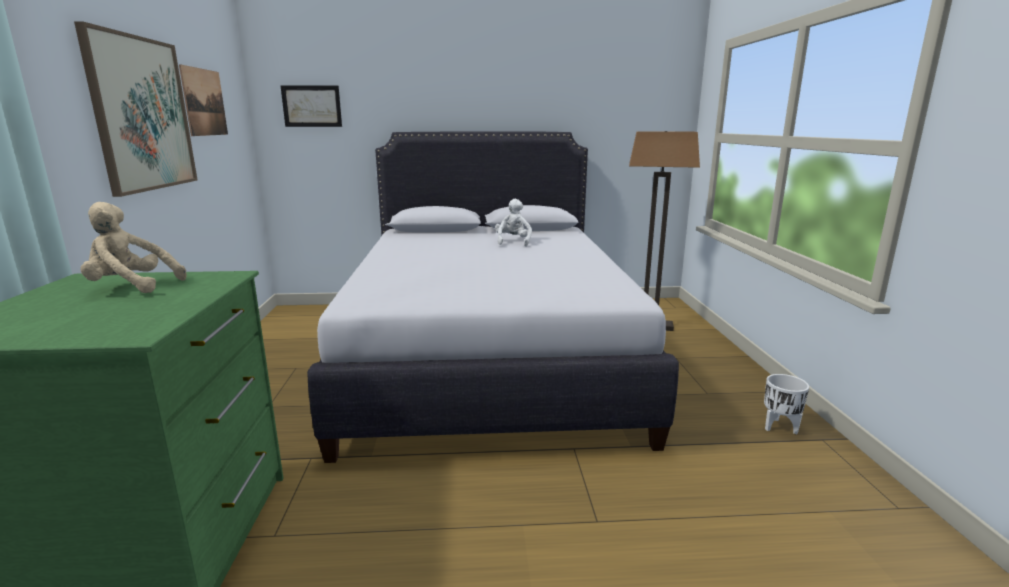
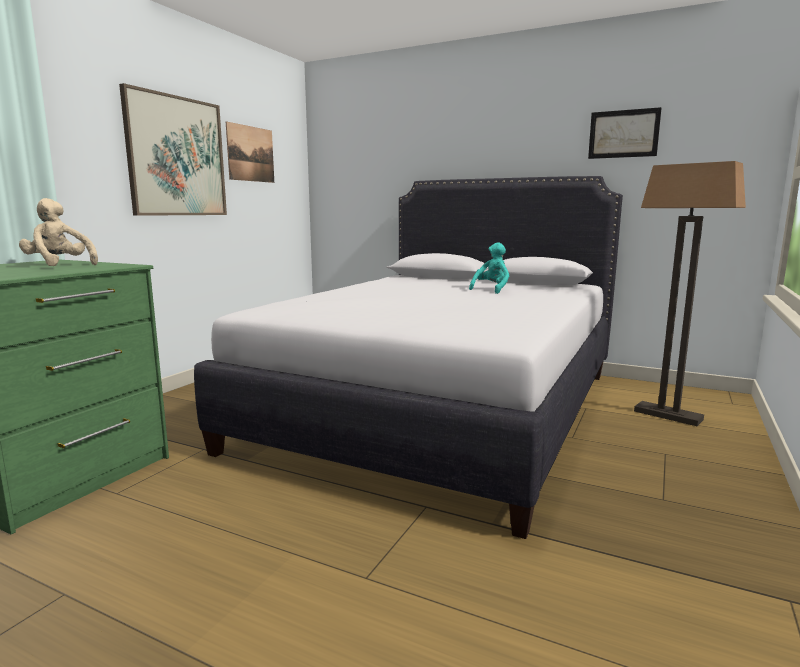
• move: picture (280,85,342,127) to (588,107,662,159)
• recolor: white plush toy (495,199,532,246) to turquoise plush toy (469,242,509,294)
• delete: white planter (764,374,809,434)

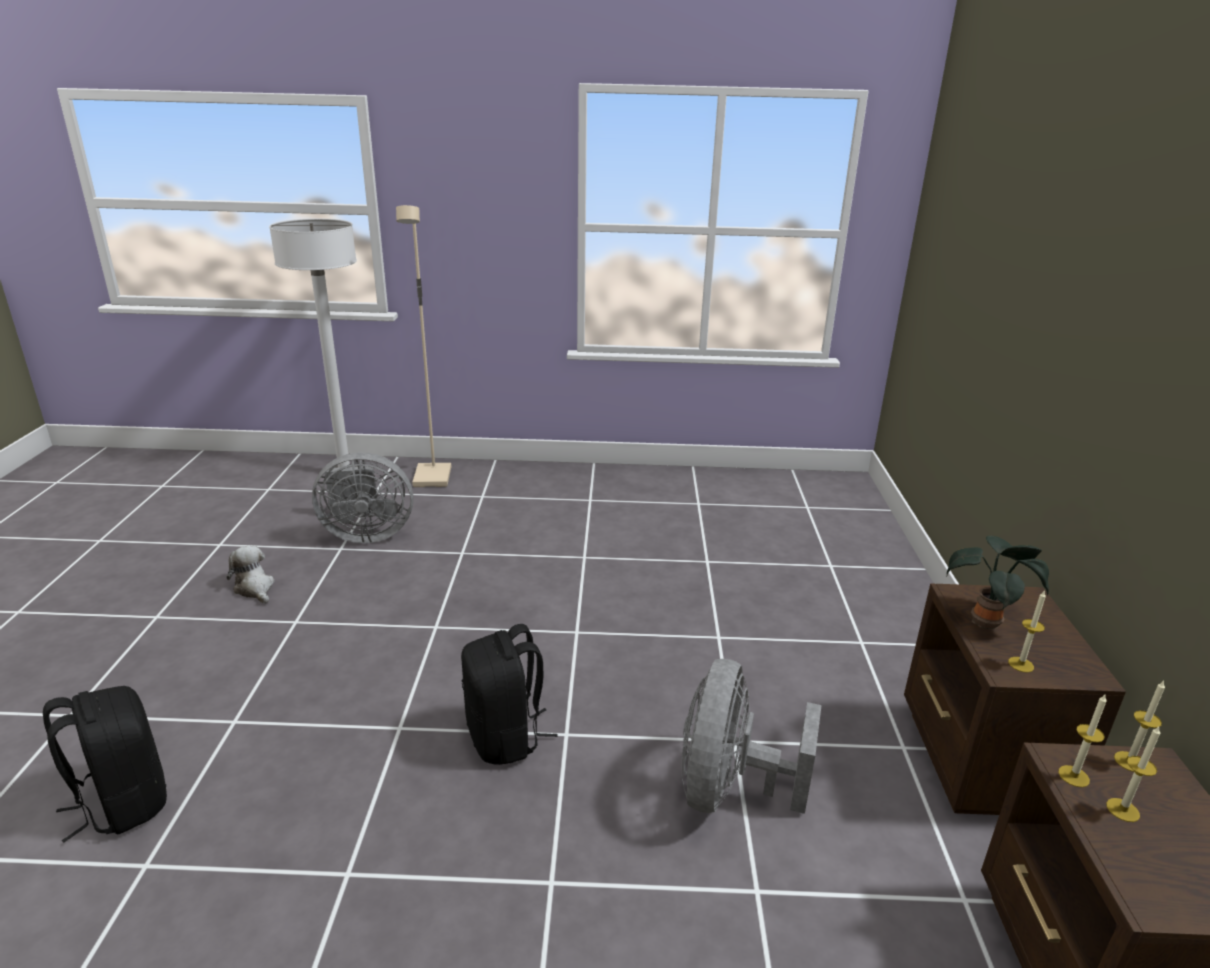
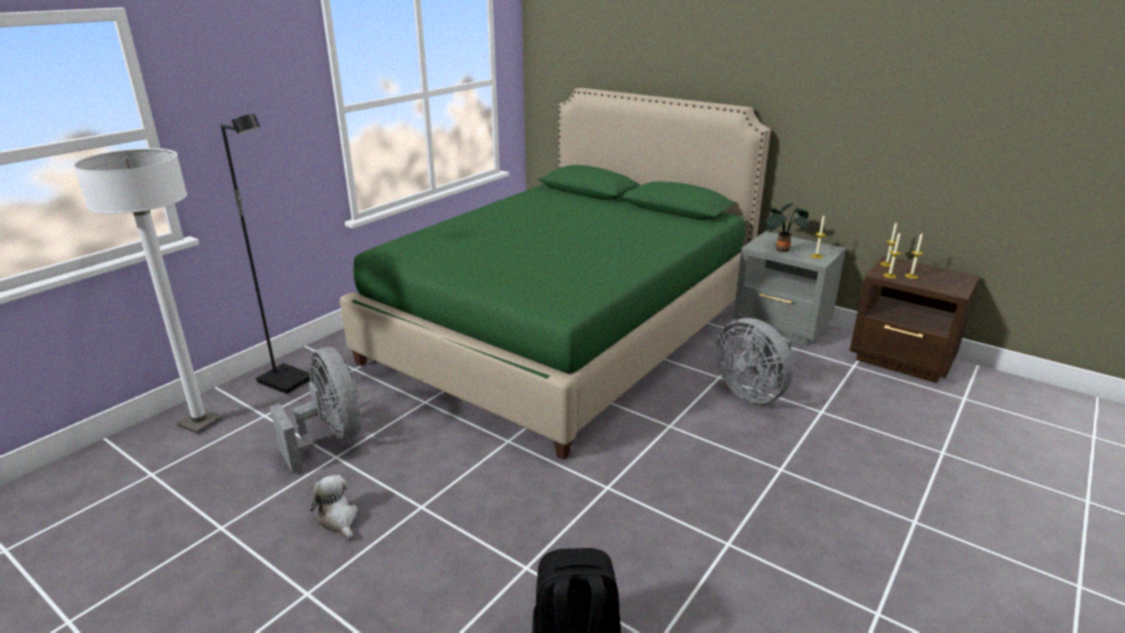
• rotate: plush toy (226,546,274,603) = (310,475,358,540) 60 degrees clockwise
• rotate: grey fan (312,452,413,543) = (270,347,362,474) 60 degrees counterclockwise
• recolor: beige floor lamp (396,205,452,487) to black floor lamp (221,114,313,394)
• delete: black backpack (461,624,558,765)
• recolor: brown nightstand (904,584,1126,815) to grey nightstand (733,231,846,346)
• insert: green bed (340,88,771,460)

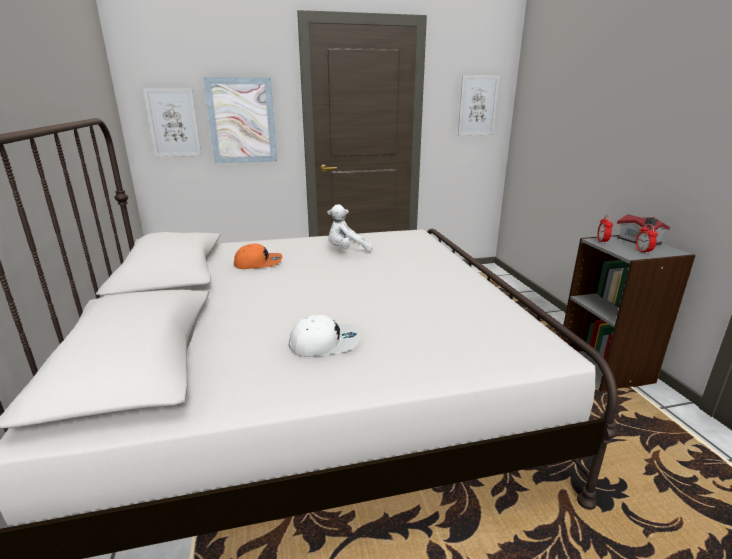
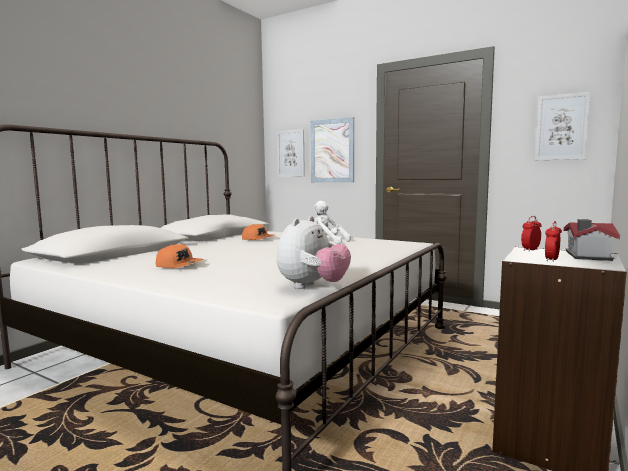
• recolor: white cap (289,315,360,357) to orange cap (156,244,203,268)
• insert: plush toy (277,216,351,289)

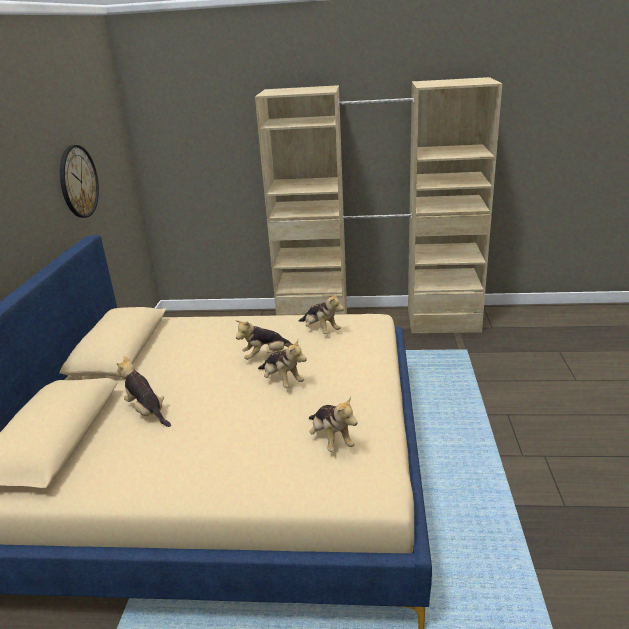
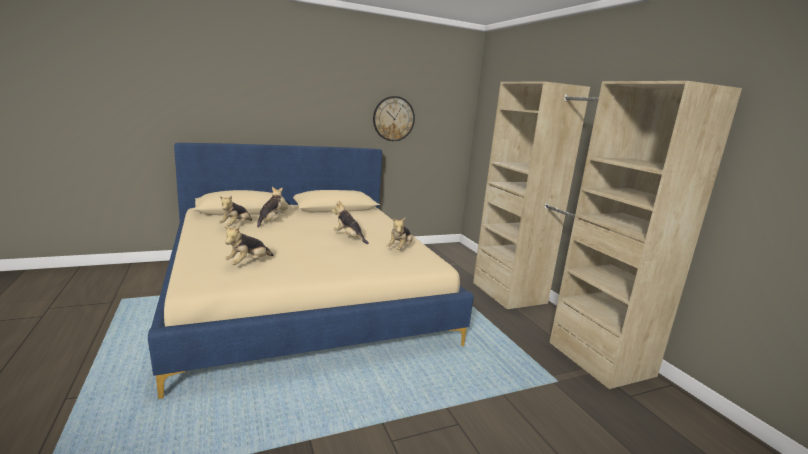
• move: plush toy (258,340,307,388) to (219,195,252,226)

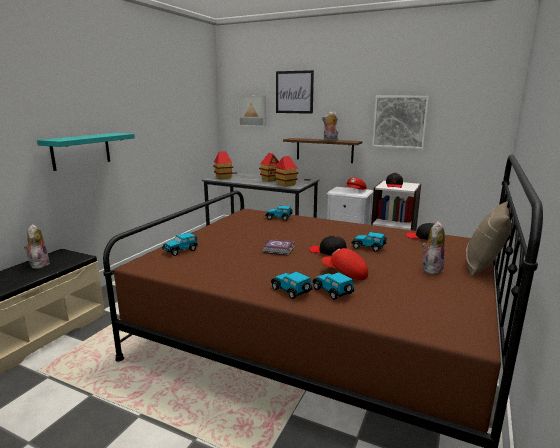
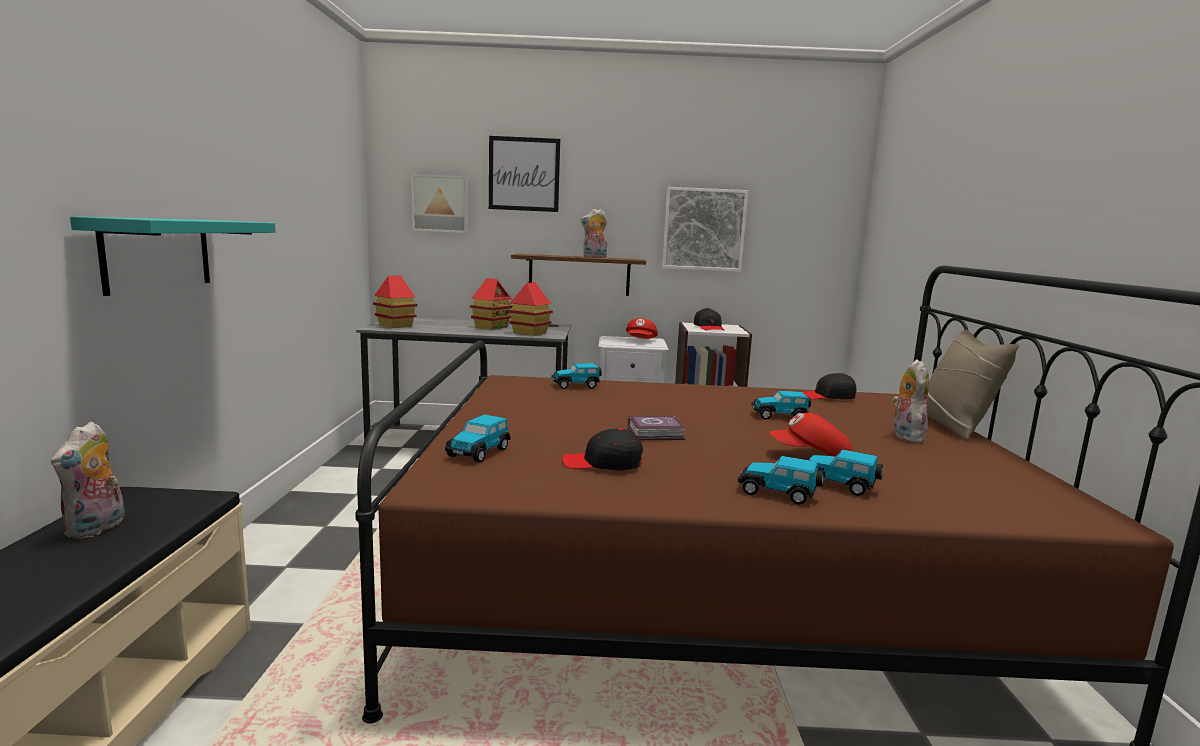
• rotate: plush toy (24,224,49,269) = (51,421,125,539) 135 degrees counterclockwise
• move: black cap (309,236,347,256) to (562,429,643,471)

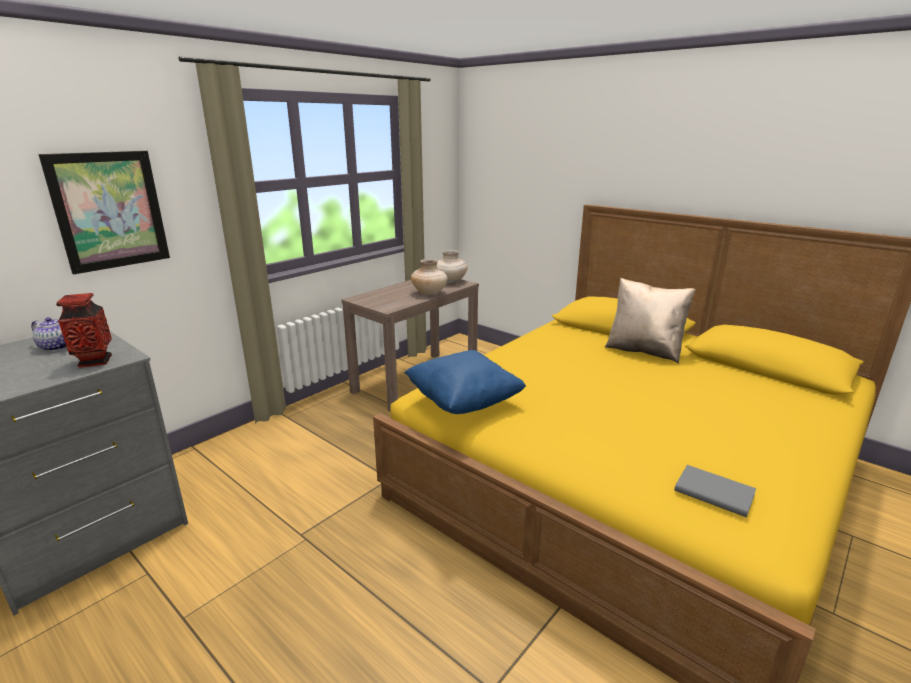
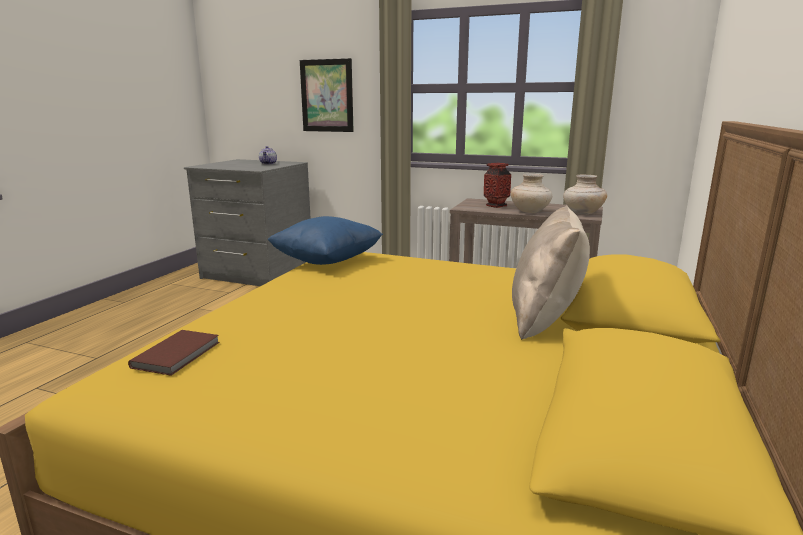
• move: vase (56,293,112,368) to (484,163,511,208)
• recolor: grey book (674,465,756,518) to brown book (128,330,220,376)

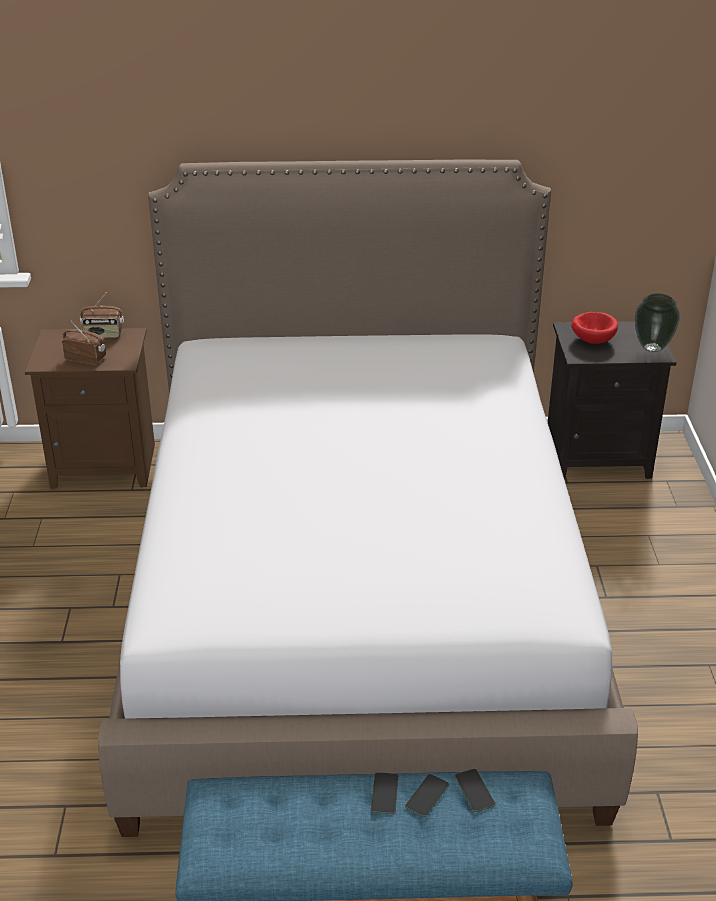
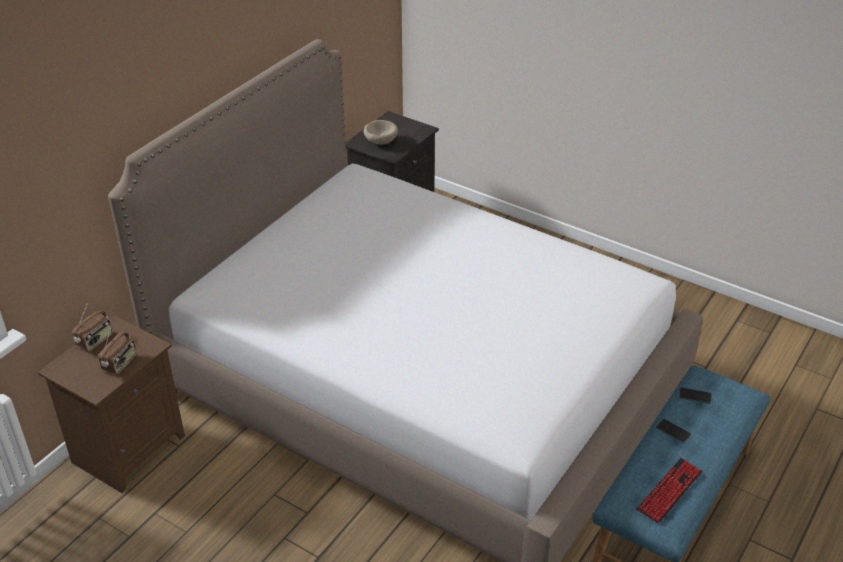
• rotate: radio (62,321,106,365) = (98,327,137,375) 150 degrees clockwise
• delete: phone (405,774,449,817)
• recolor: red bowl (572,312,618,344) to beige bowl (364,120,398,145)
• delete: vase (635,293,680,352)
• insert: keyboard (636,458,702,524)

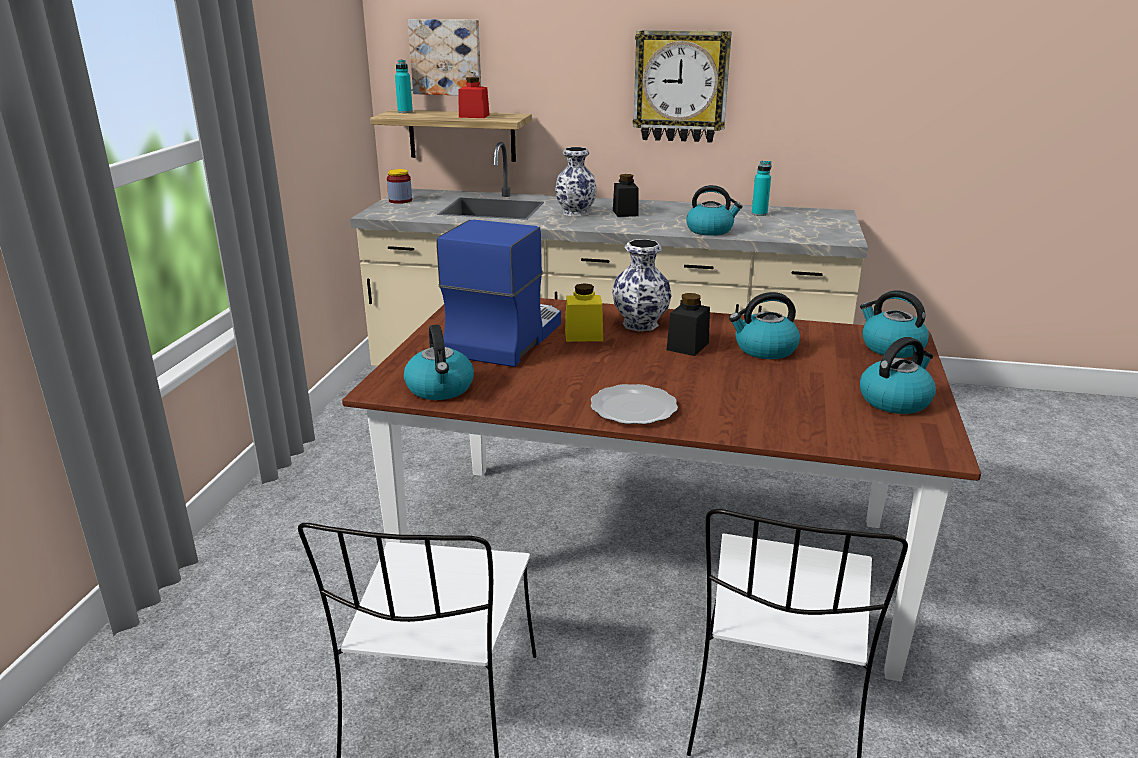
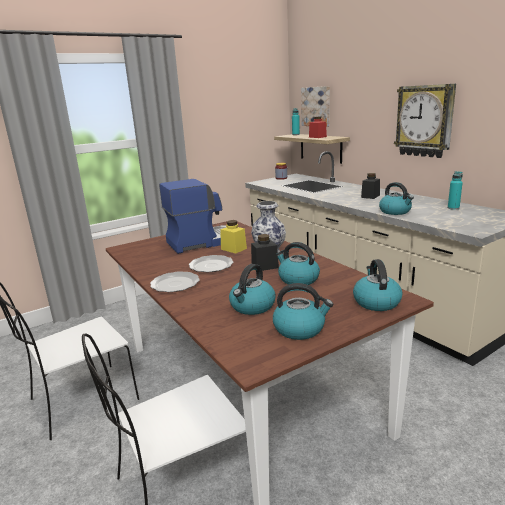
• move: kettle (404,325,474,400) to (229,264,276,315)
• delete: vase (555,147,597,216)
• insert: plate (189,255,234,272)

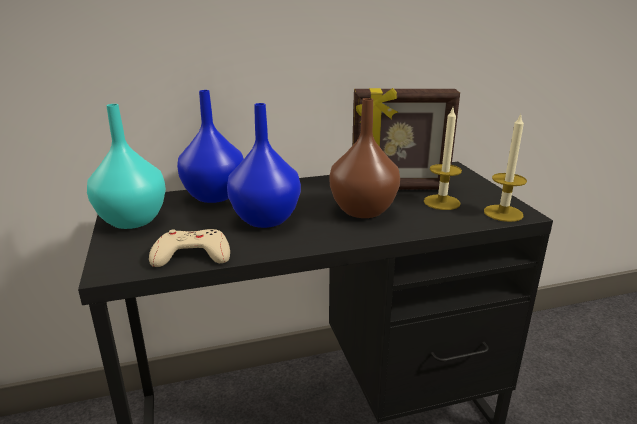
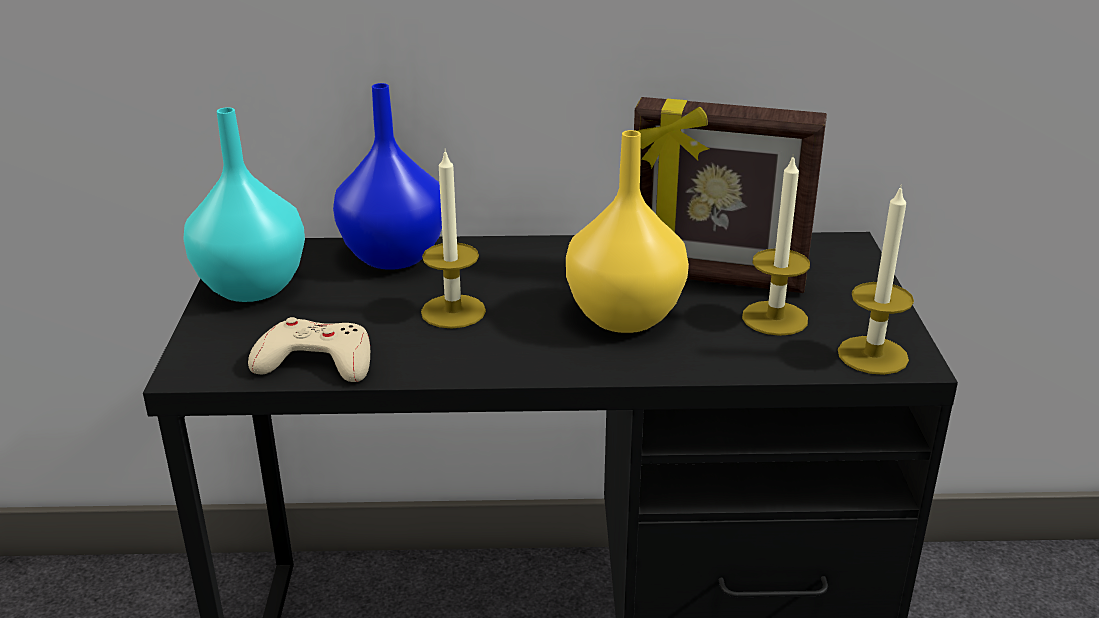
• replace: blue vase (227,103,301,228) to candle (421,150,486,329)
• recolor: brown vase (330,98,400,218) to yellow vase (566,130,689,333)

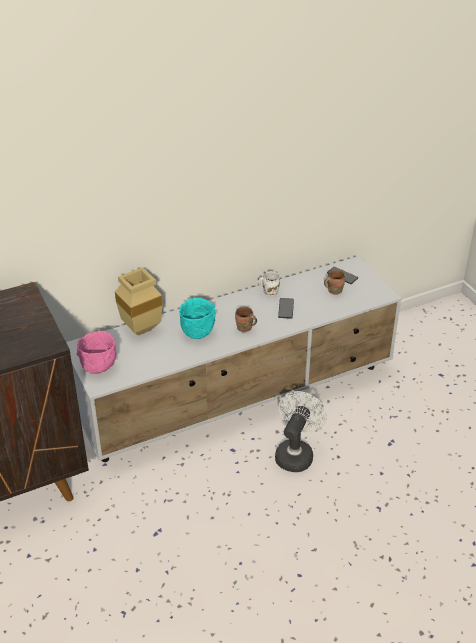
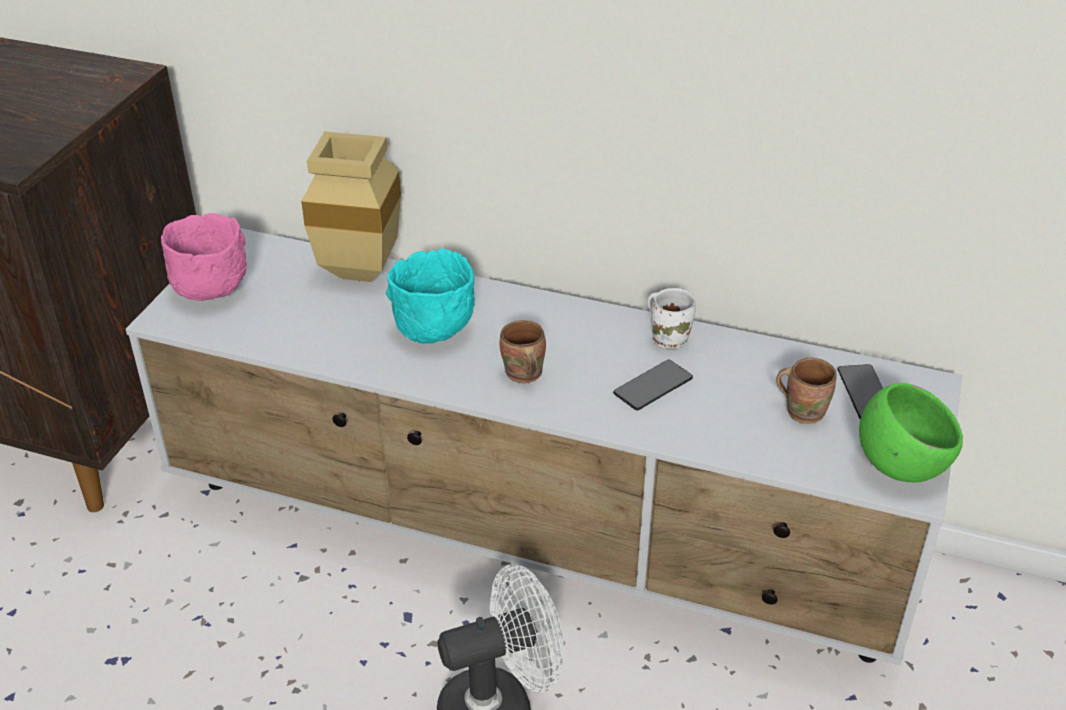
• insert: green bowl (859,383,963,482)

